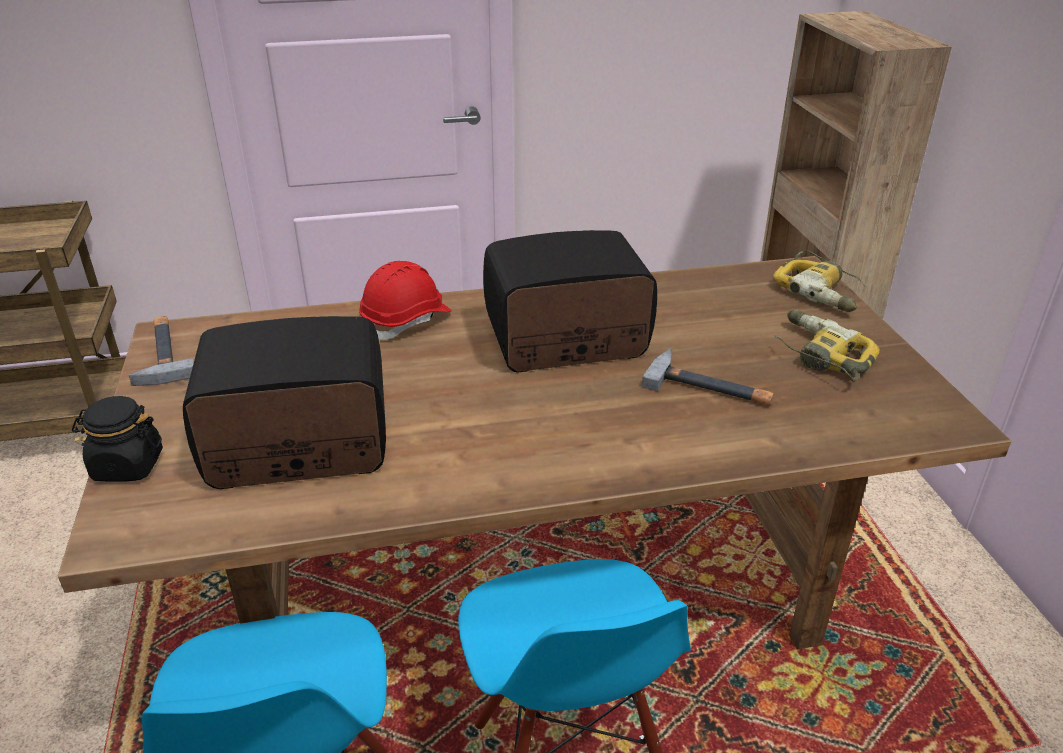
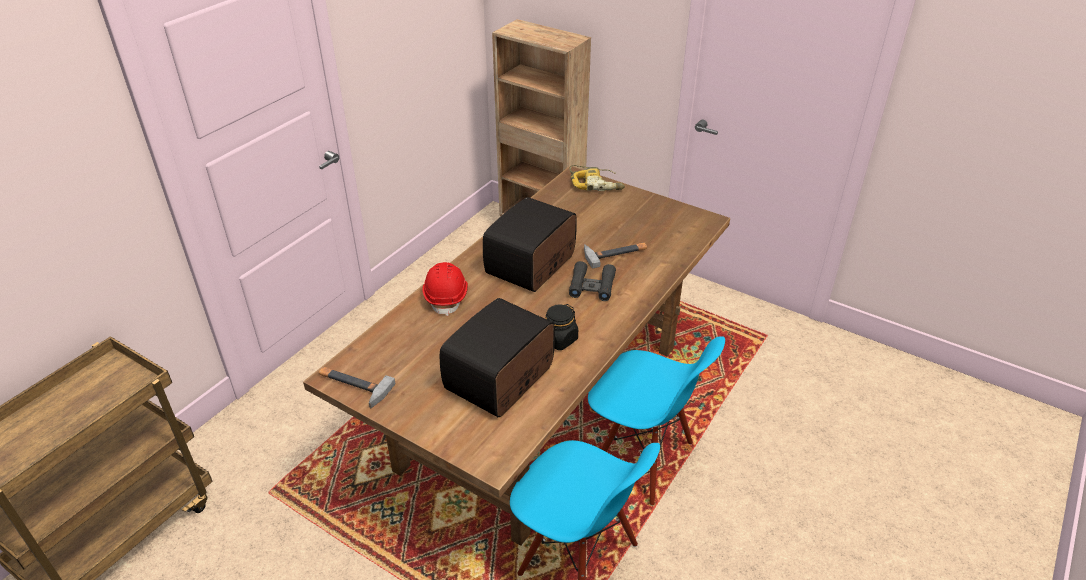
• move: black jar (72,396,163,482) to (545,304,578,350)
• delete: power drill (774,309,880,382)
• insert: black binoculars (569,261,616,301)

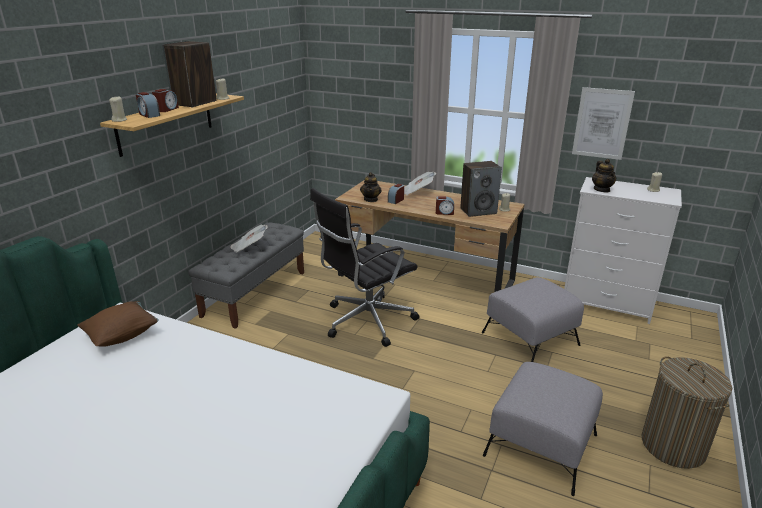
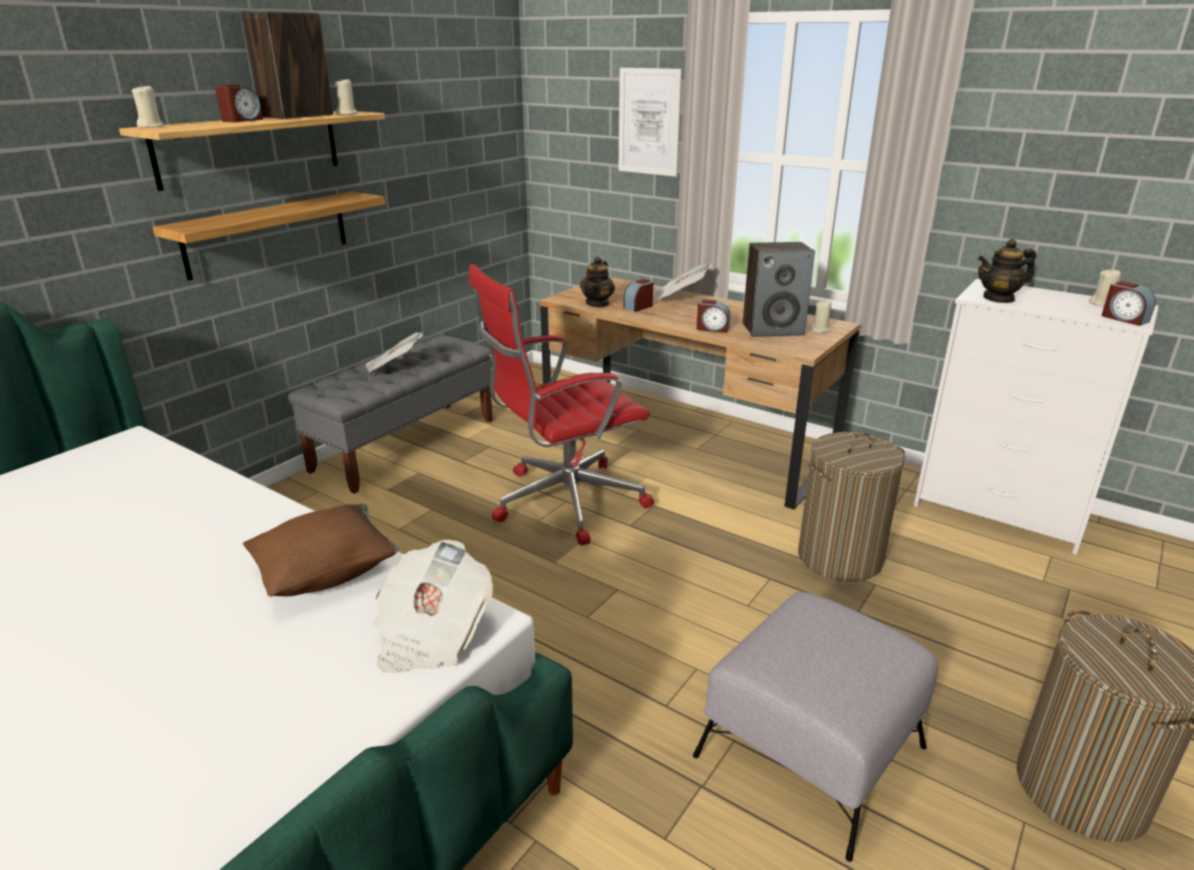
• move: brown pillow (77,301,159,347) to (243,504,399,597)
• move: alarm clock (136,92,160,118) to (1102,281,1156,326)
• recolor: black office chair (310,188,420,347) to red office chair (469,264,654,545)
• replace: grey ottoman (482,277,584,362) to laundry basket (798,432,905,582)
• move: picture (572,87,635,160) to (619,68,682,177)
• rotate: teapot (592,159,617,192) = (978,239,1037,303) 75 degrees clockwise
• insert: shelf (153,192,385,281)
• insert: newspaper (373,540,493,673)

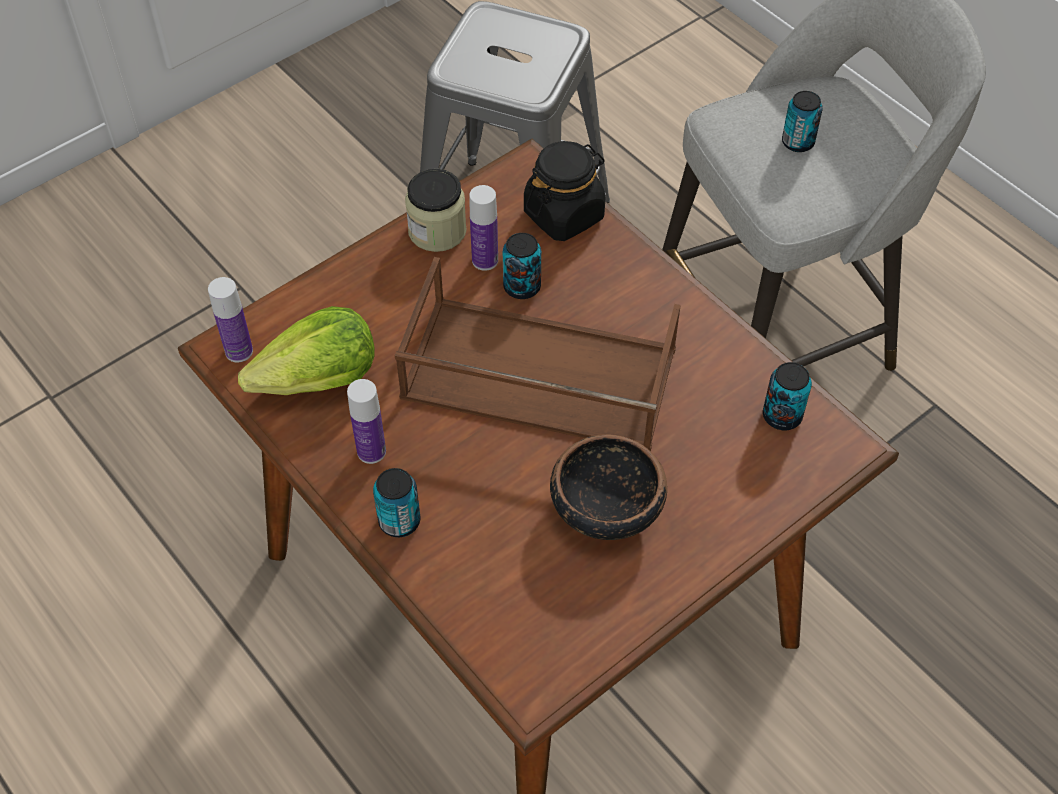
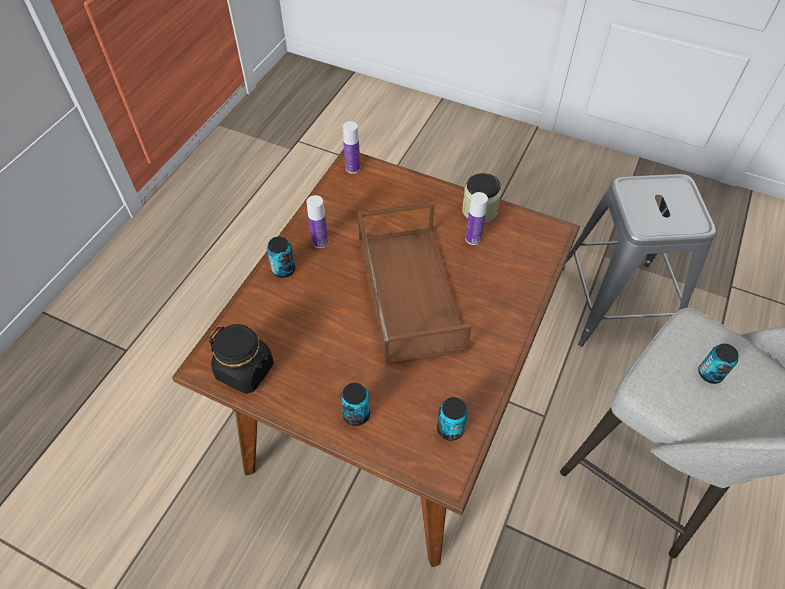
• delete: lettuce (238,306,374,395)
• move: can (503,233,541,299) to (340,383,370,426)
• move: black jar (524,141,605,241) to (209,324,274,394)
• delete: bowl (550,434,667,540)

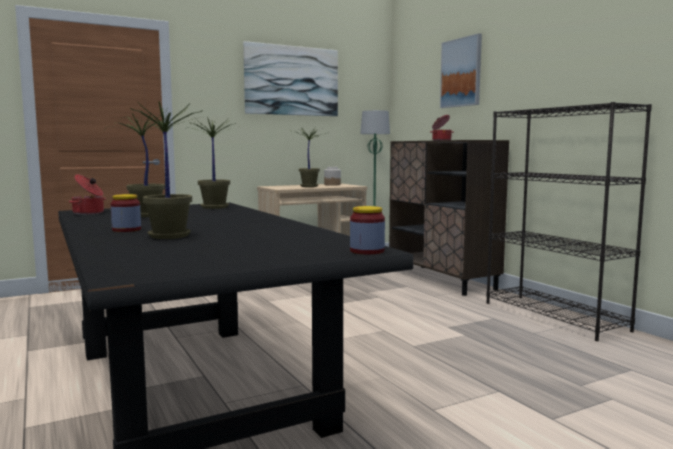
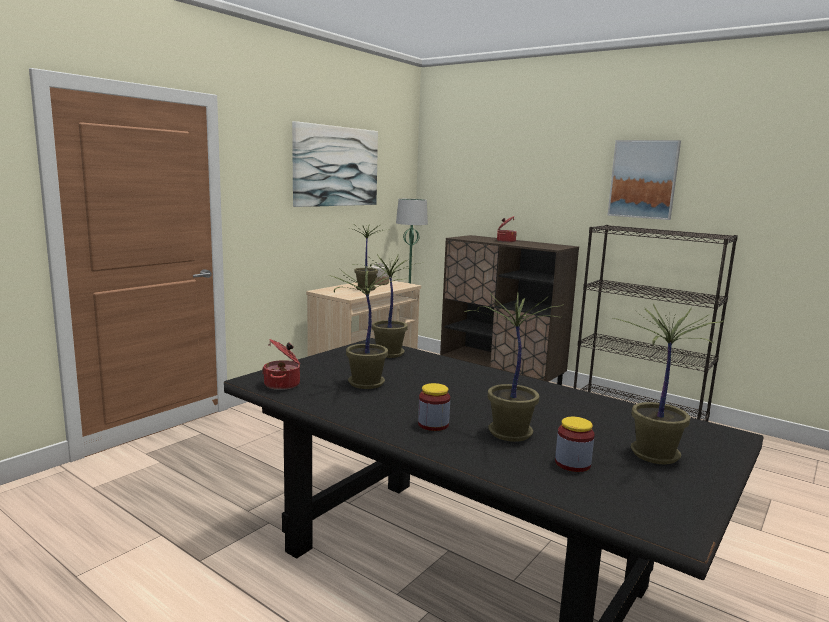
• move: jar (350,206,385,254) to (555,417,595,472)
• move: picture (440,33,482,108) to (607,140,681,220)
• insert: potted plant (613,304,725,464)

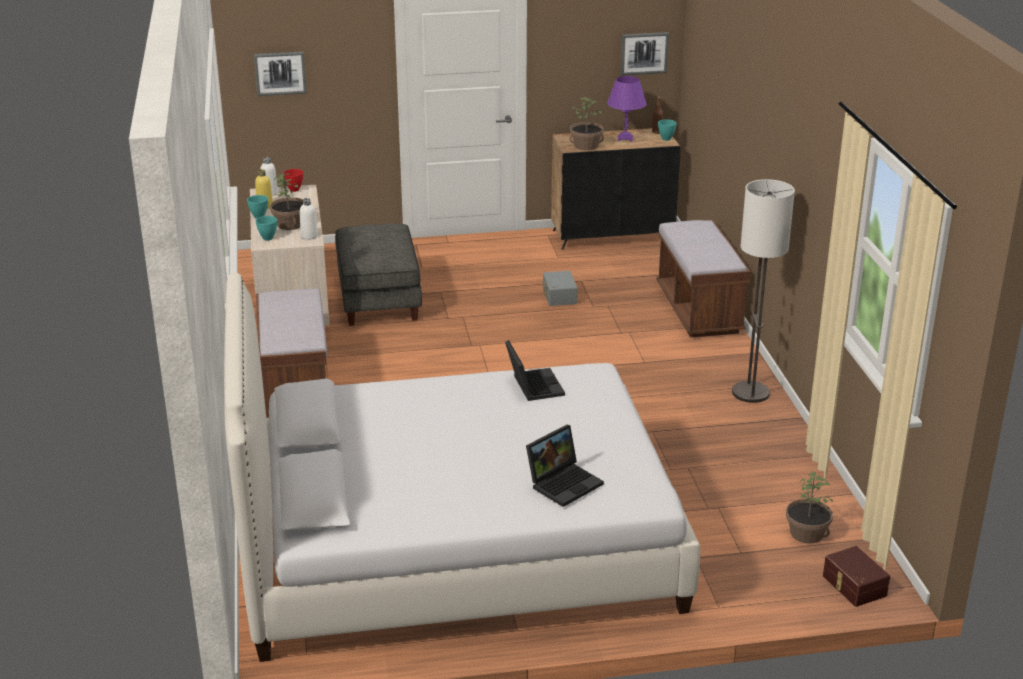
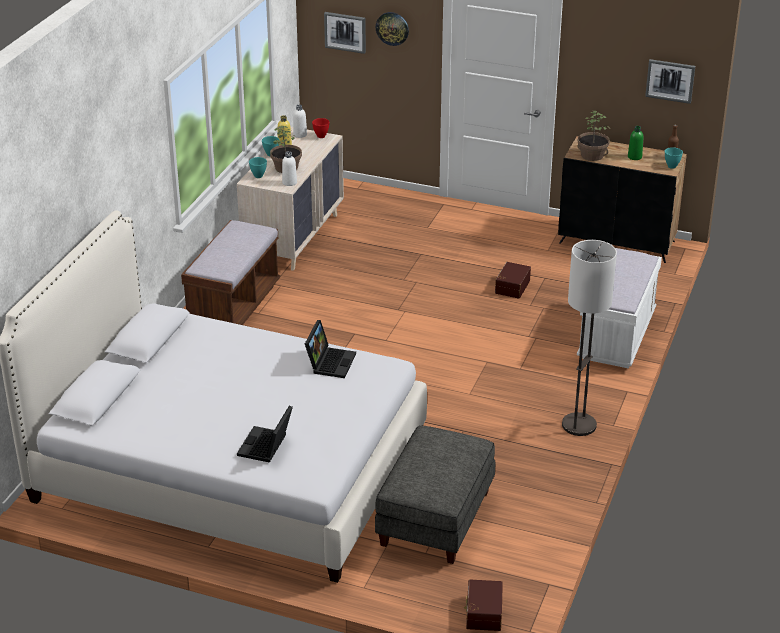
• move: grey ottoman (335,224,422,326) to (375,426,495,564)
• rotate: laptop (526,425,604,507) = (237,405,293,463) 120 degrees clockwise
• recolor: grey storage box (543,271,578,306) to brown storage box (495,262,531,299)
• replace: purple table lamp (607,76,647,142) to green bottle (628,126,643,160)
• recolor: brown bench (656,220,751,338) to white bench (577,248,662,369)
• delete: potted plant (786,471,833,544)
• insert: wall clock (376,12,409,46)

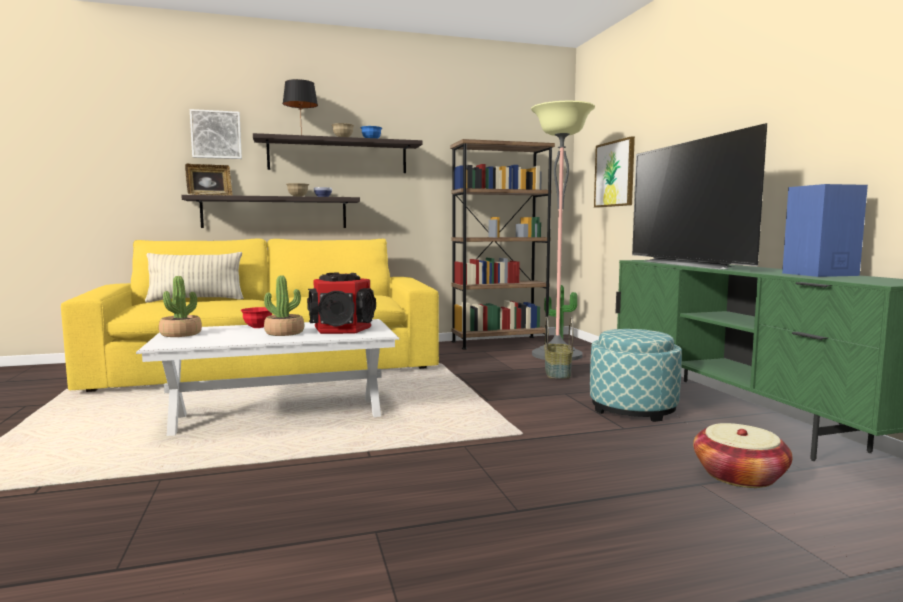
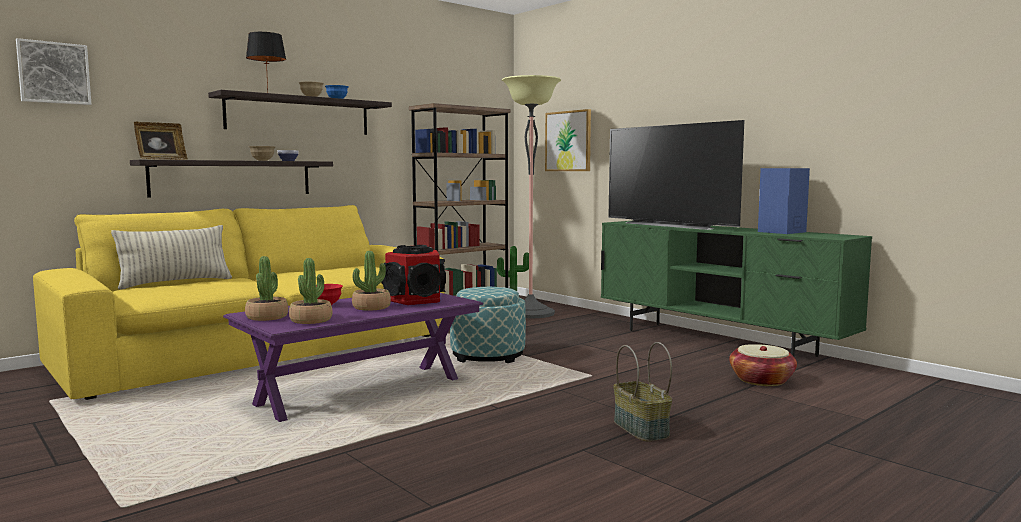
• recolor: white coffee table (136,319,399,436) to purple coffee table (223,293,483,422)
• move: picture (190,109,242,159) to (16,38,91,105)
• move: basket (544,316,574,379) to (613,342,672,441)
• move: ottoman (590,329,682,422) to (450,287,526,363)
• insert: potted plant (289,258,333,324)

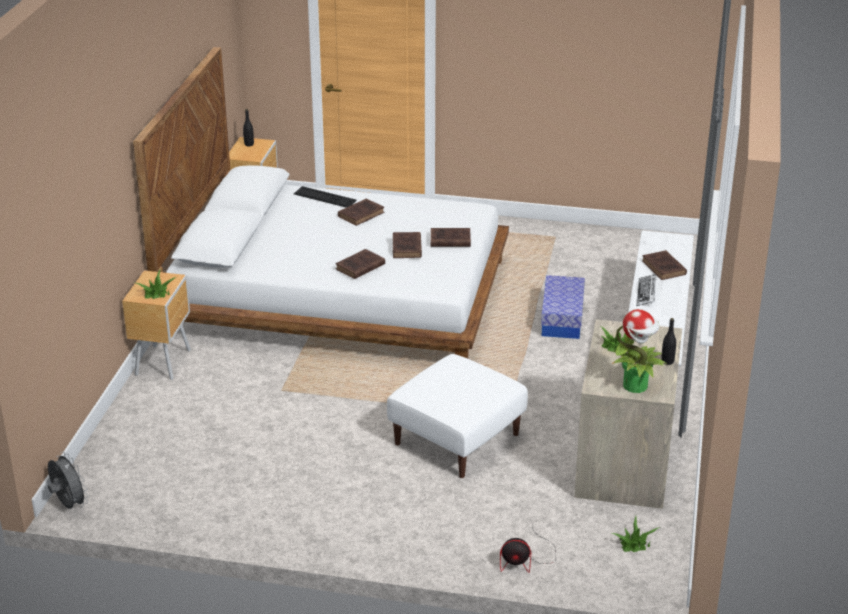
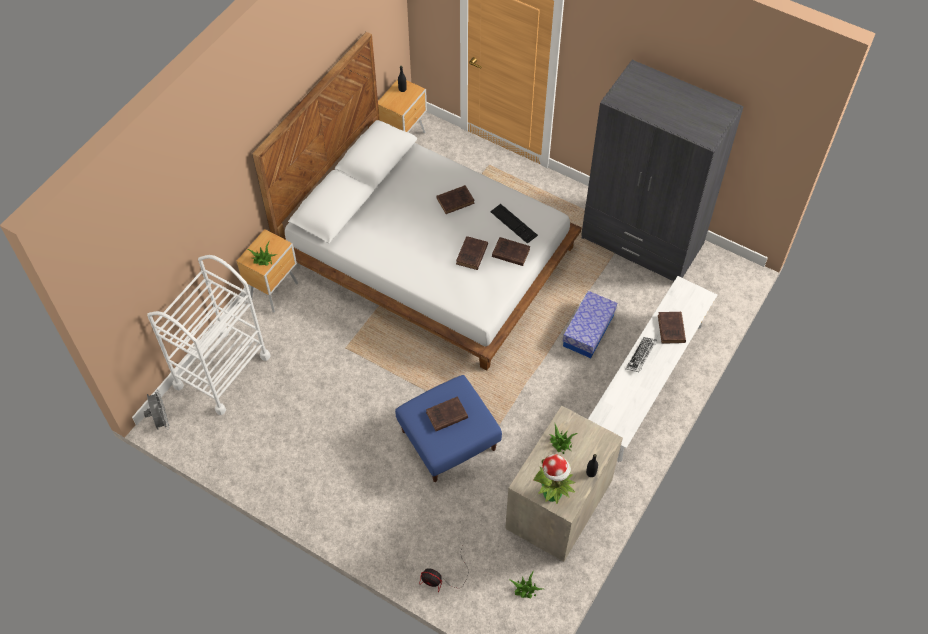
• move: keyboard (294,186,357,208) to (490,204,538,244)
• move: brown book (335,249,385,279) to (426,396,468,431)
• recolor: white ottoman (387,354,528,478) to blue ottoman (395,375,502,482)
• insert: white cart (147,255,271,415)
• insert: grey wardrobe (581,60,744,281)

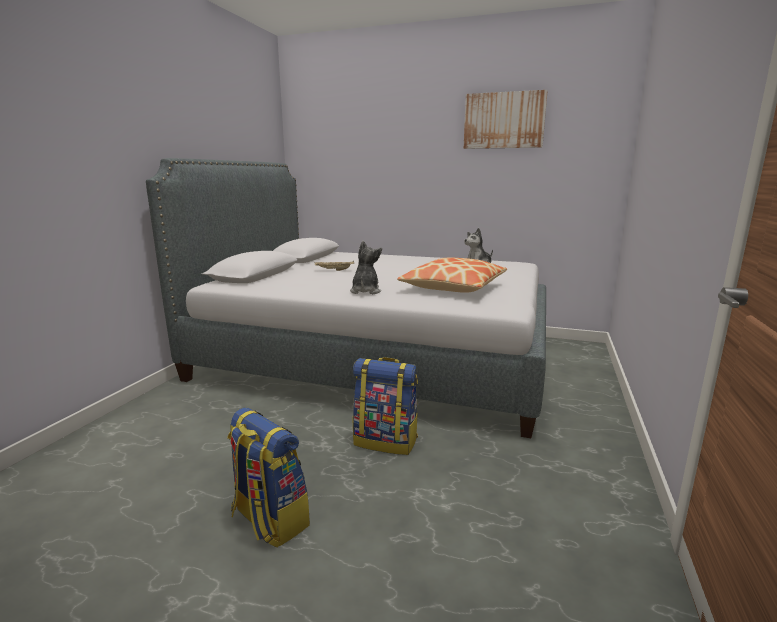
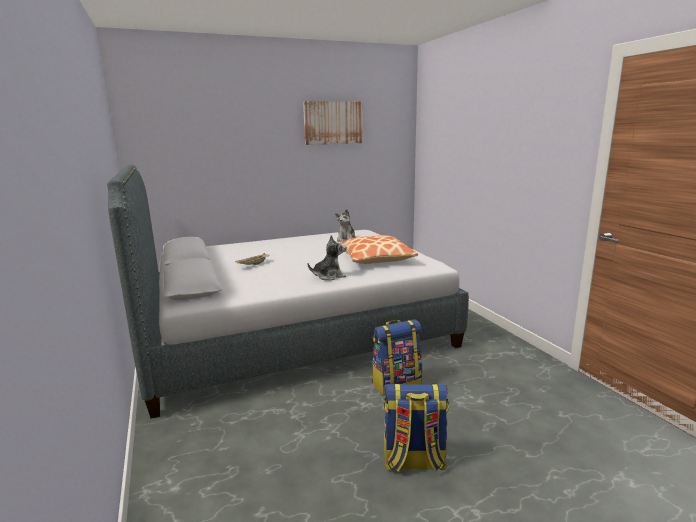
• rotate: plush toy (350,241,382,294) = (308,235,347,280) 105 degrees clockwise

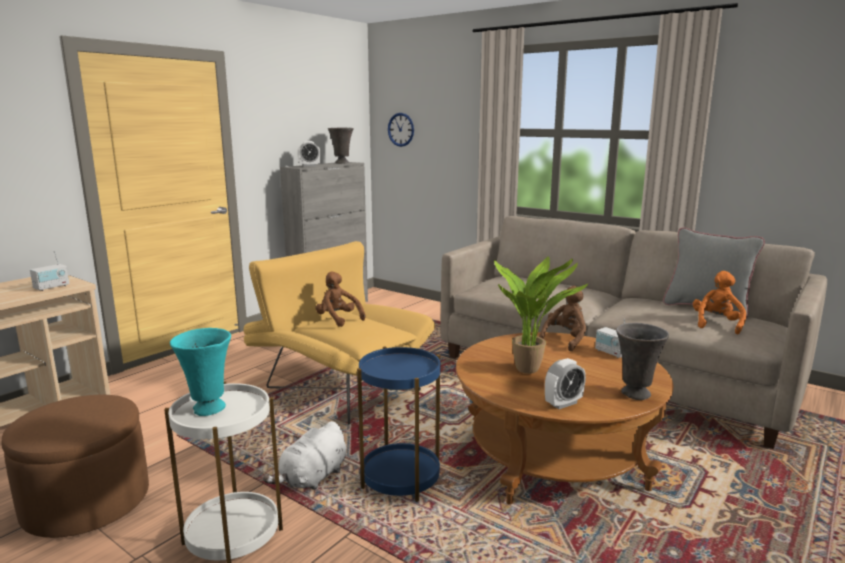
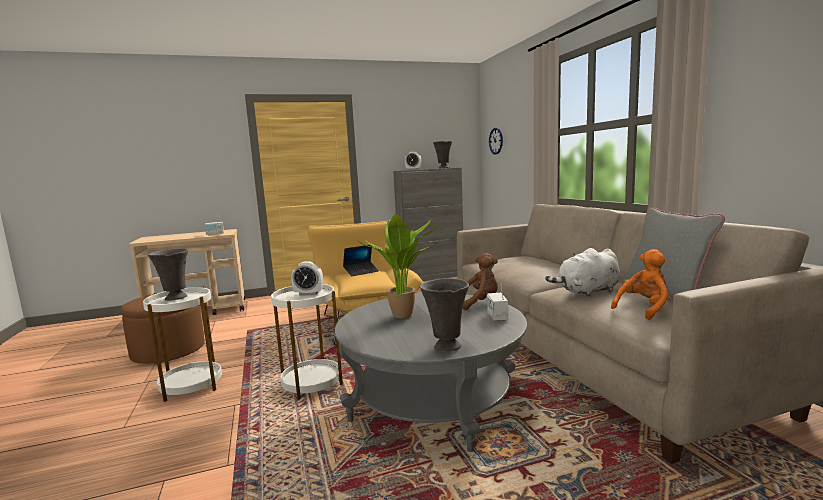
• recolor: turquoise vase (170,328,231,416) to grey vase (148,248,188,301)
• move: white plush toy (263,421,346,490) to (545,248,620,297)
• replace: brown plush toy (315,272,365,327) to laptop (343,245,379,276)
• recolor: blue side table (357,346,441,502) to white side table (271,284,343,400)
• recolor: brown coffee table (456,332,674,505) to grey coffee table (335,294,527,452)
• move: alarm clock (545,358,586,409) to (291,261,323,296)

